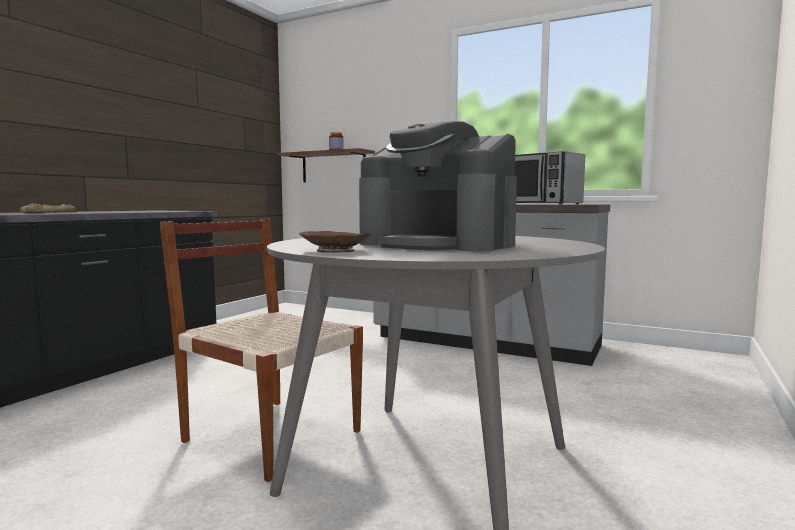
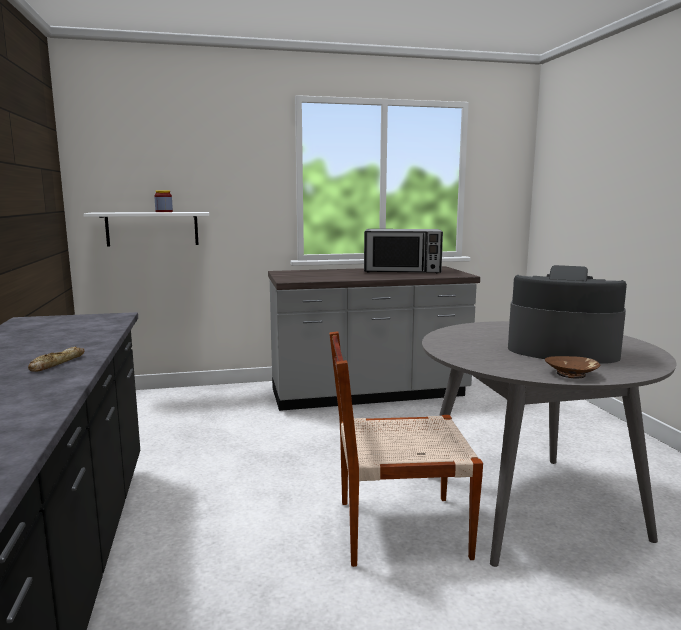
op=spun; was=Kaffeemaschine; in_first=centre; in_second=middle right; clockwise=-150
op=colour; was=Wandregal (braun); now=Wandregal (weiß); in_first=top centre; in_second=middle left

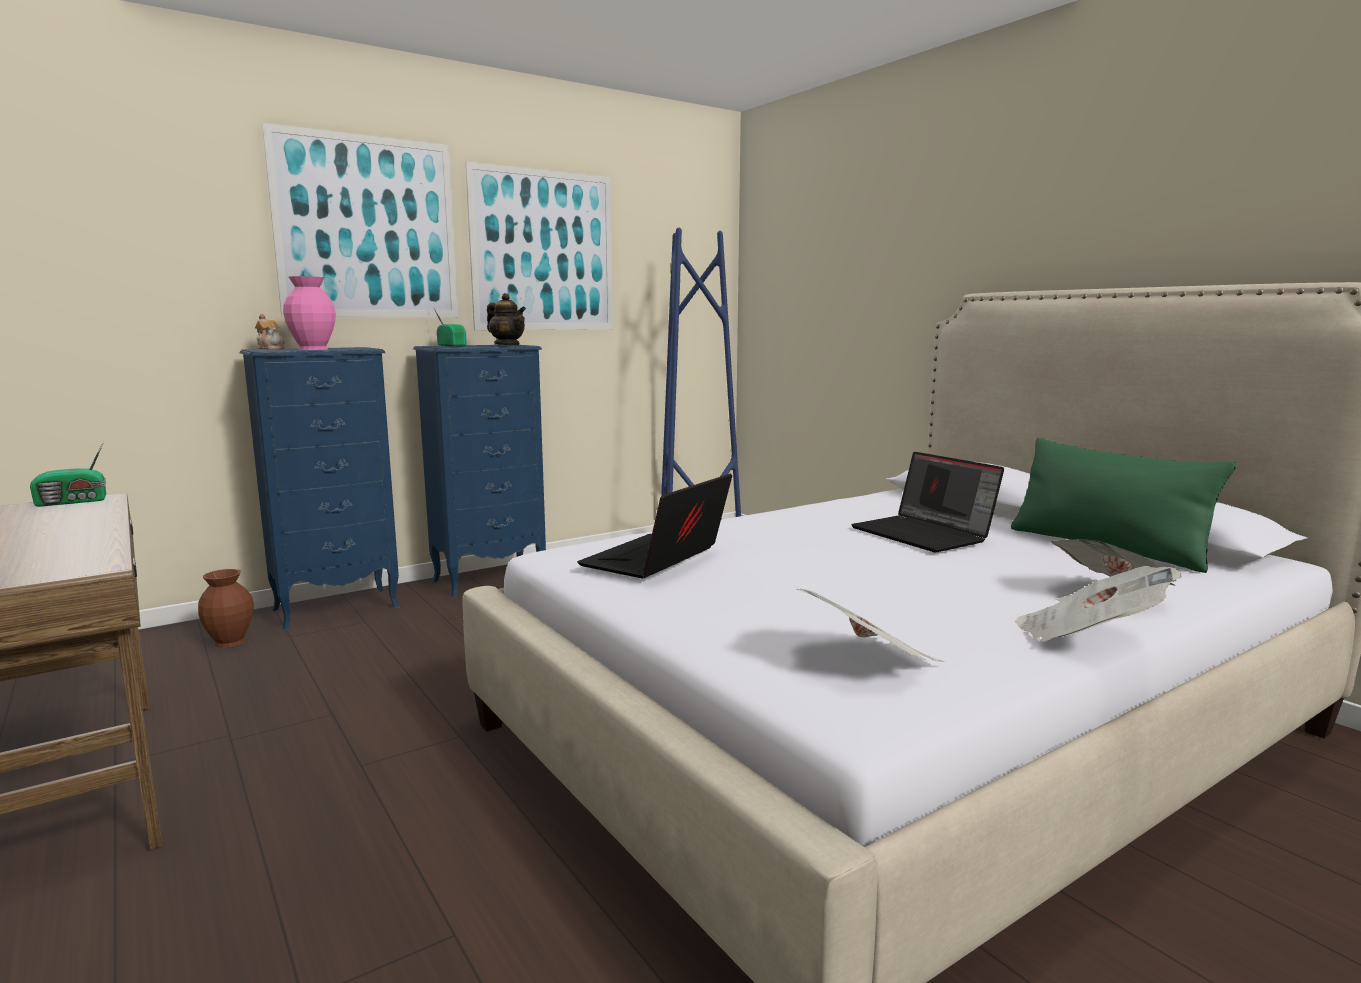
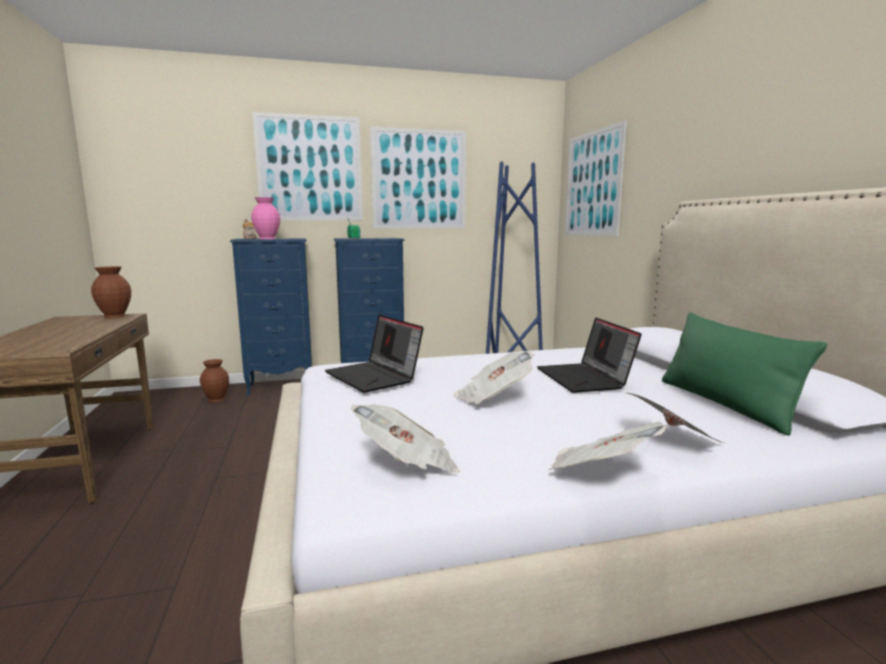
op=missing; was=Teekanne (no. 2 from left); in_first=top centre
op=exchanged; was=Radio (no. 1 from left); now=Vase (braun) (no. 1 from left); in_first=middle left; in_second=middle left
op=spun; was=Laptop (no. 1 from left); in_first=centre; in_second=centre; clockwise=-90
op=appeared; now=Bild (no. 3 from left); in_second=top right
op=appeared; now=Zeitung (no. 2 from left); in_second=centre

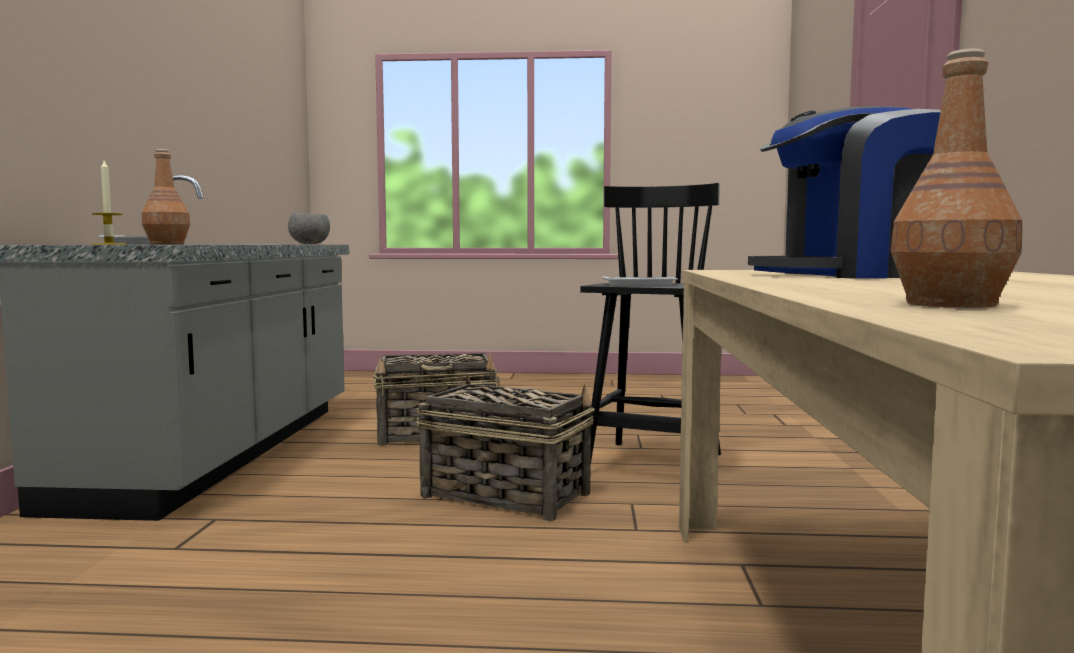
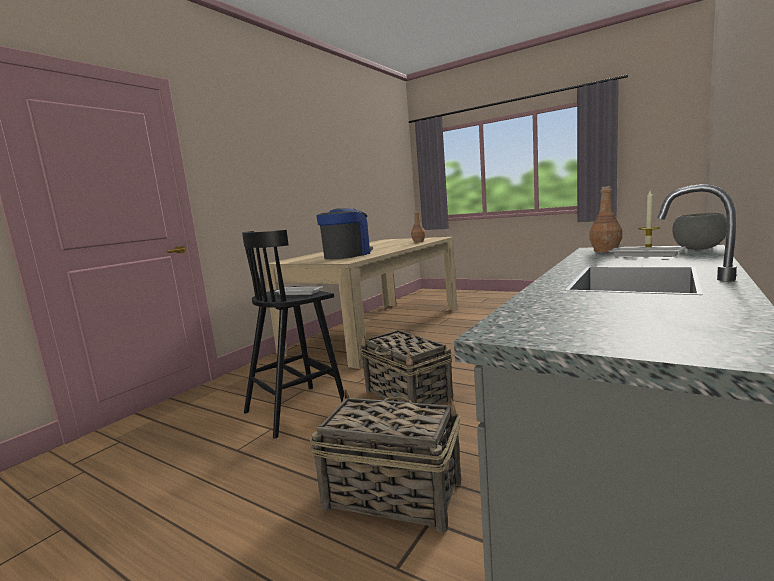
op=spun; was=Kaffeemaschine; in_first=top right; in_second=centre; clockwise=-75
op=relocated; was=Schüssel (grau); in_first=middle left; in_second=middle right

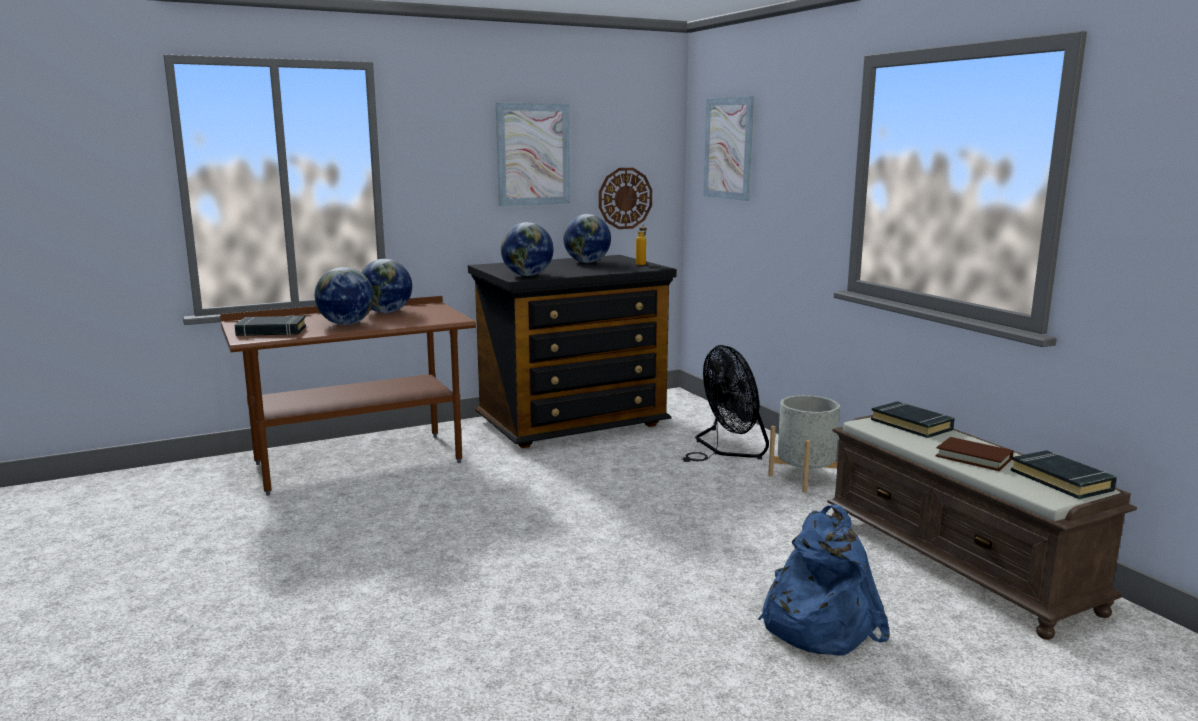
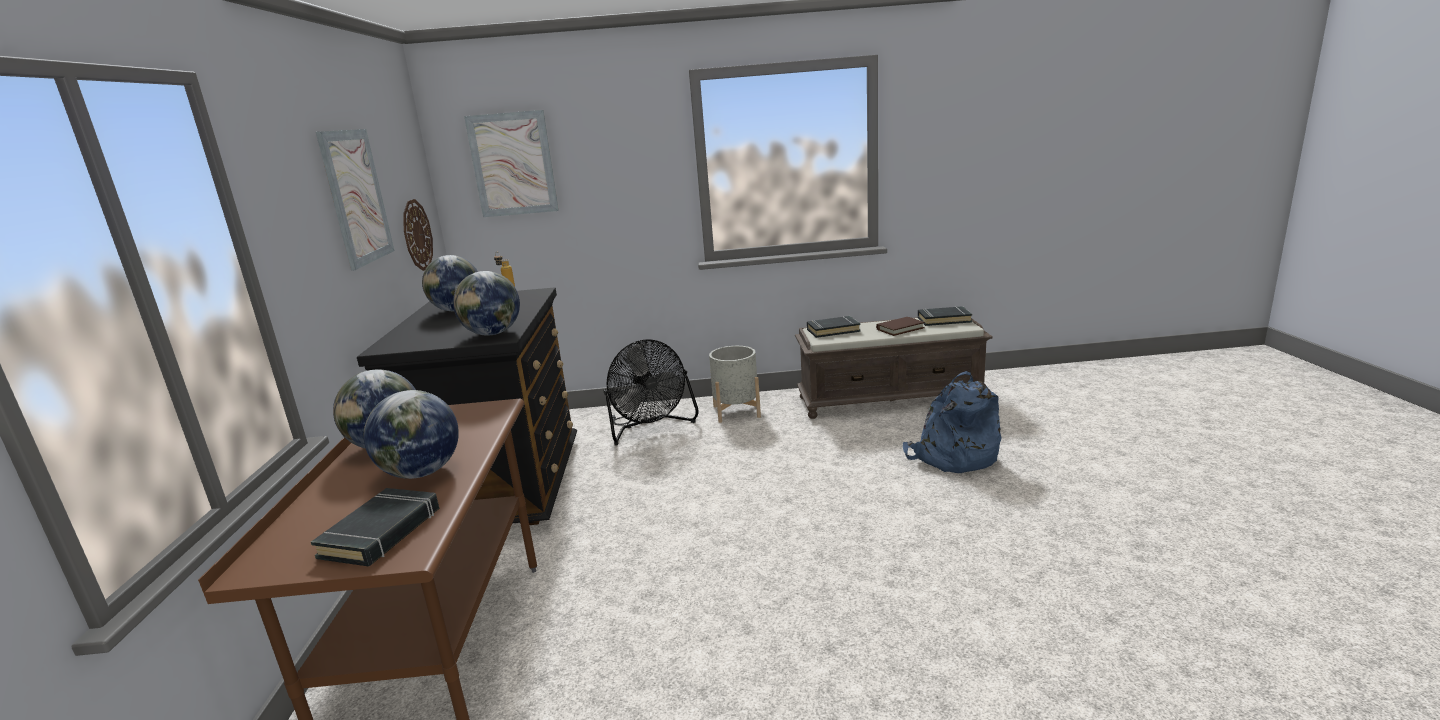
op=spun; was=Ventilator (schwarz); in_first=centre; in_second=centre; clockwise=150

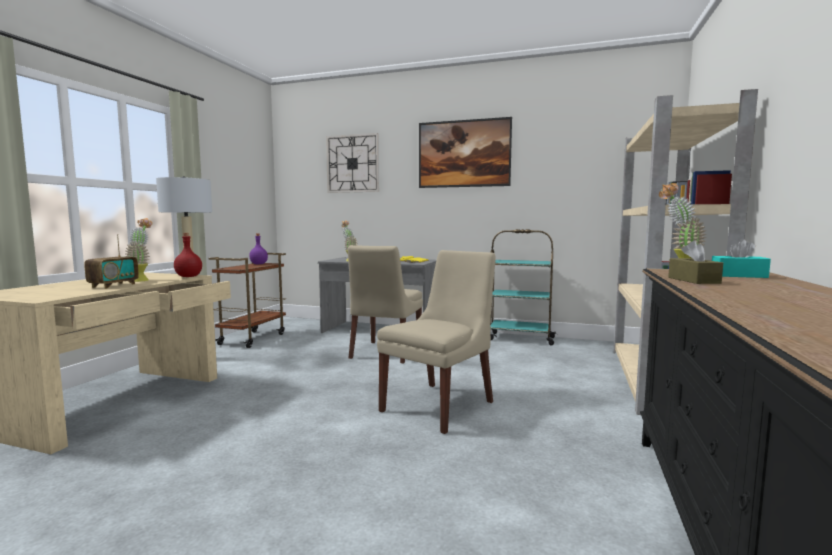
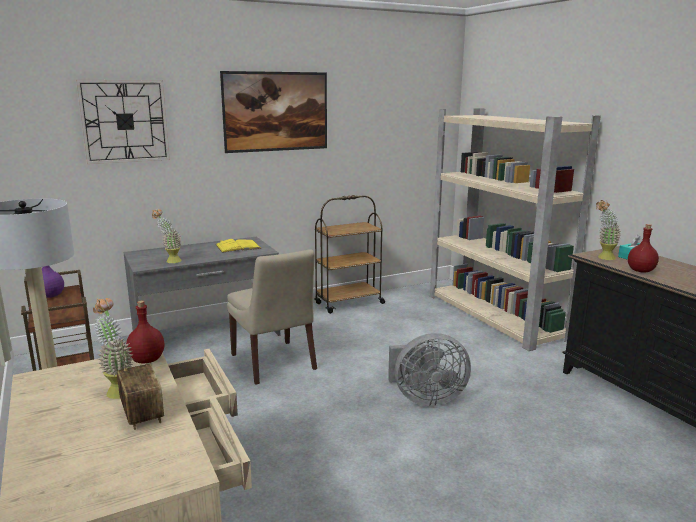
op=colour; was=Rollwagen (türkis); now=Rollwagen (braun) (no. 2 from left); in_first=centre; in_second=centre
op=exchanged; was=Taschentuchbox (braun); now=Flasche (rot) (no. 2 from left); in_first=middle right; in_second=middle right
op=exchanged; was=Stuhl (beige) (no. 2 from left); now=Ventilator (grau); in_first=centre; in_second=bottom centre

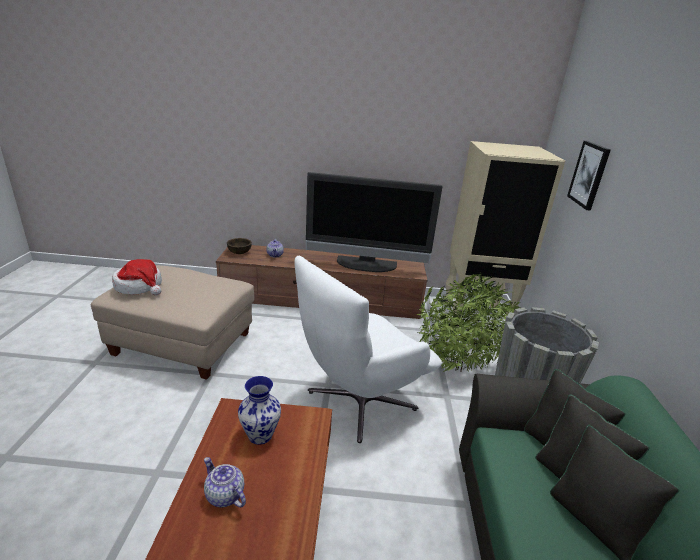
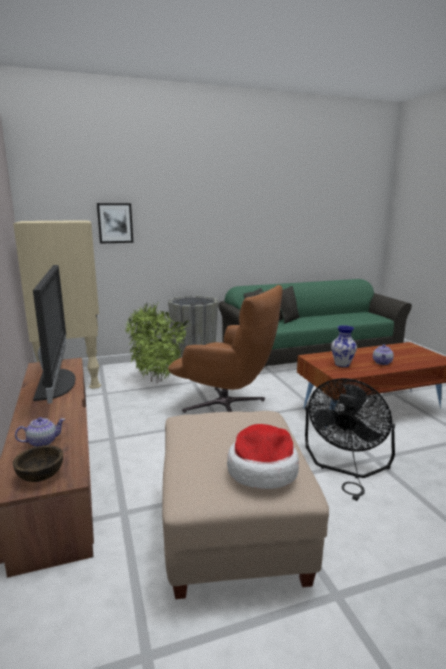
op=colour; was=Sessel (weiß); now=Sessel (braun); in_first=centre; in_second=centre
op=appeared; now=Ventilator (schwarz); in_second=middle right

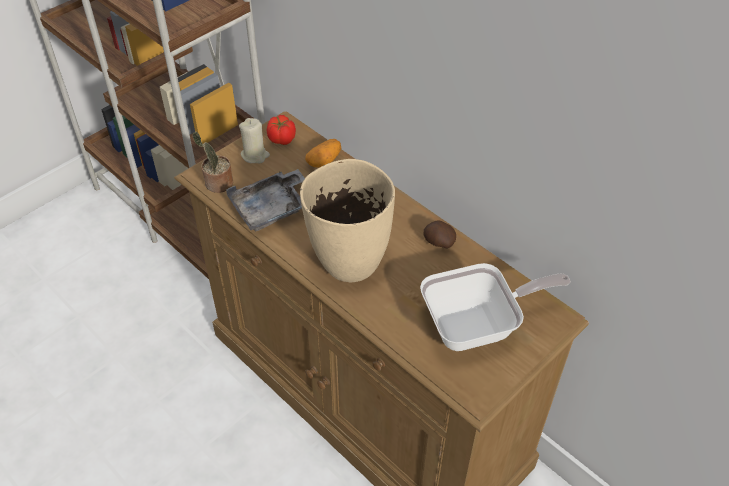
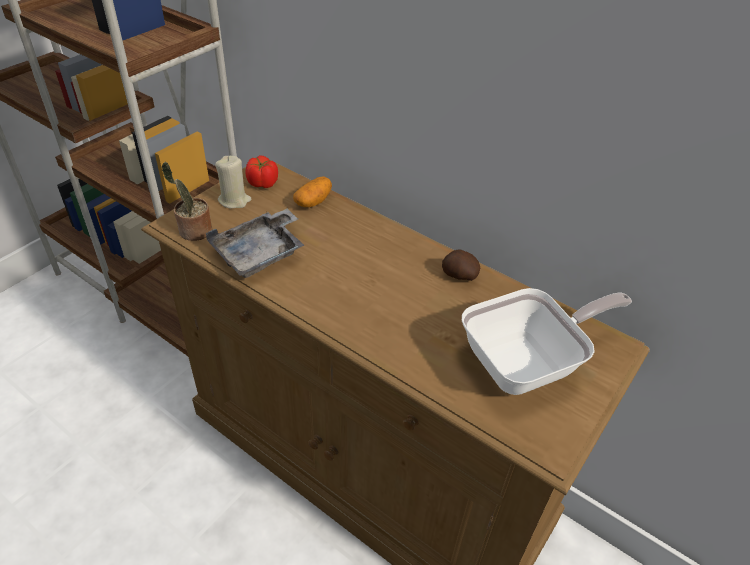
op=missing; was=Vase (beige); in_first=centre

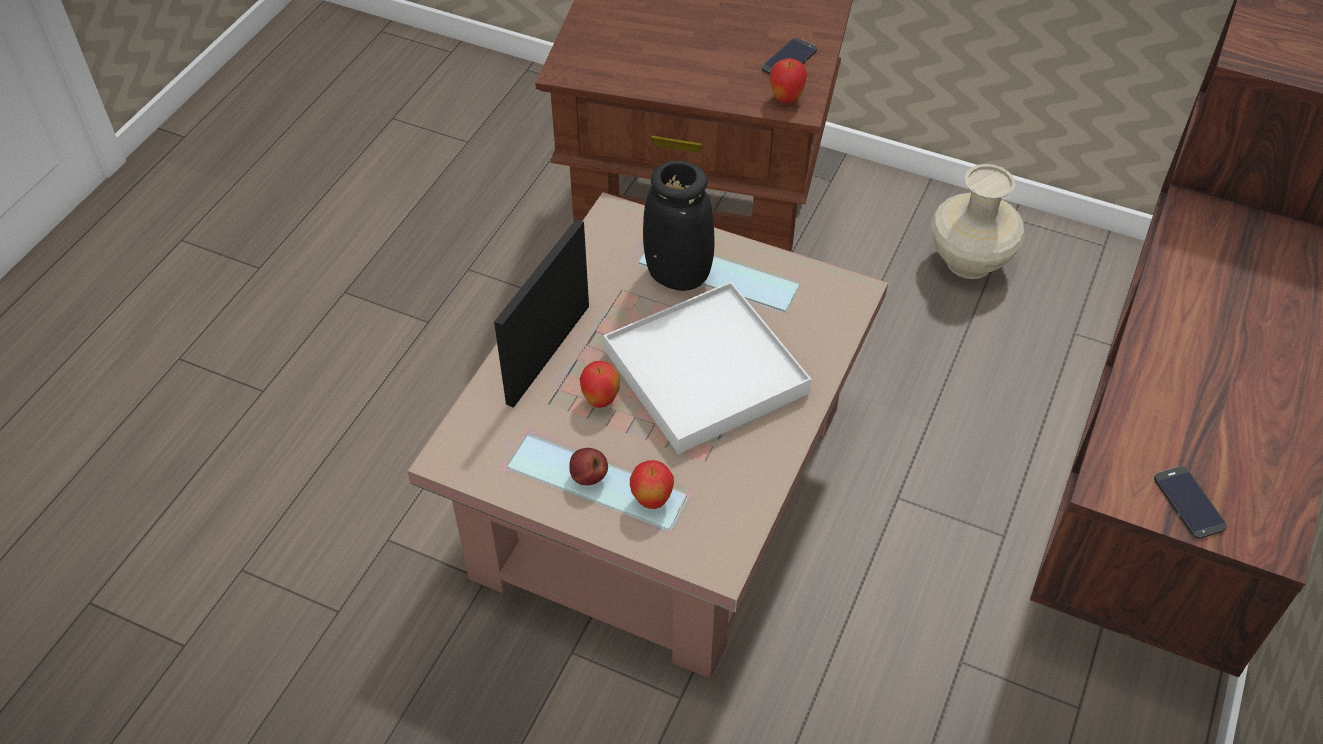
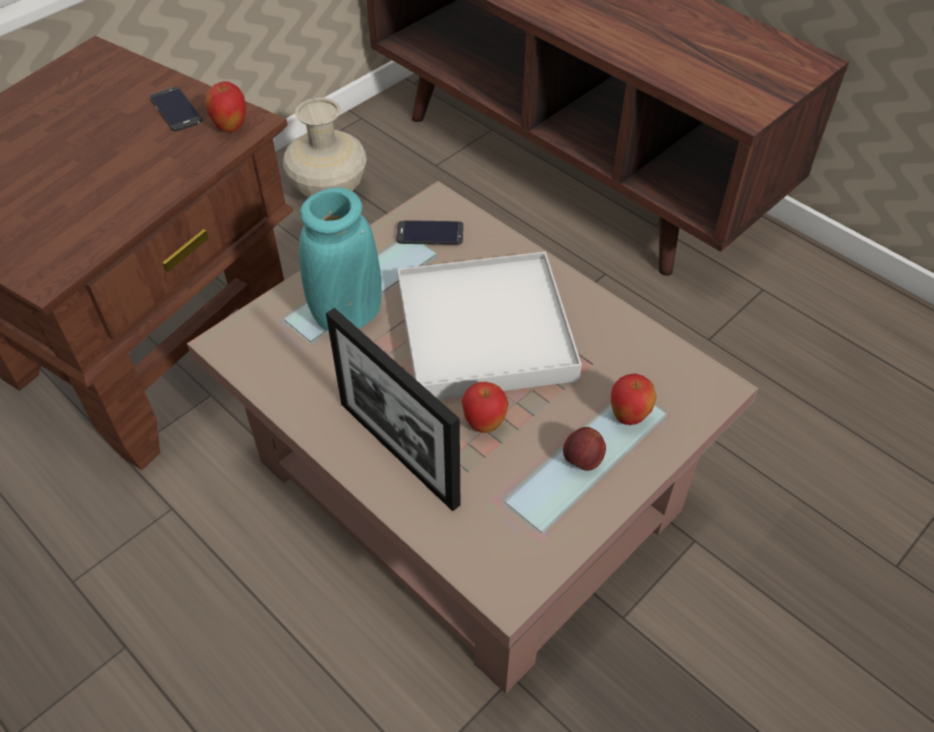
op=colour; was=Vase (schwarz); now=Vase (türkis); in_first=top centre; in_second=centre
op=relocated; was=Handy (no. 2 from left); in_first=bottom right; in_second=top centre

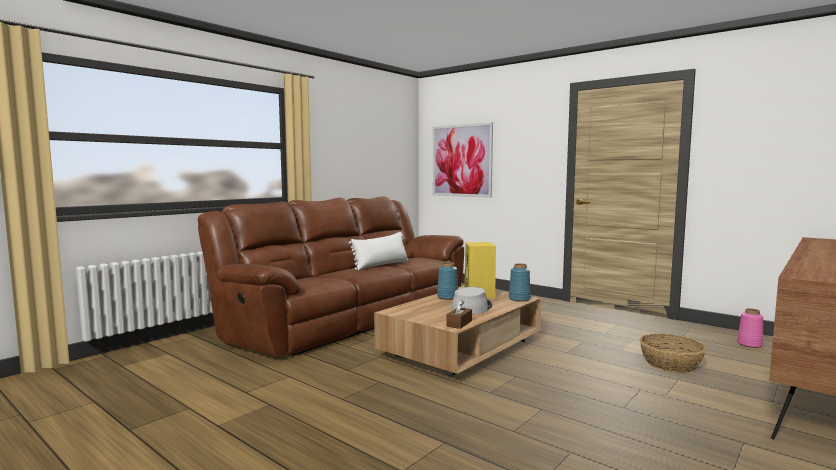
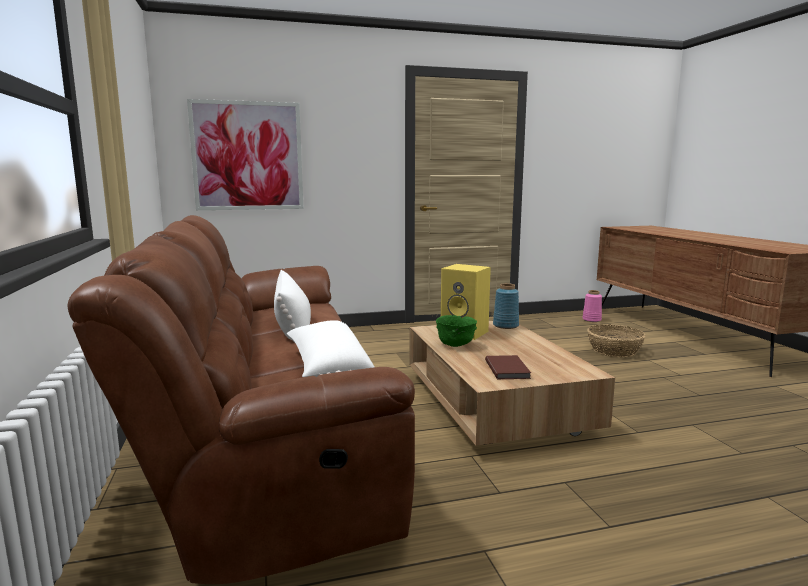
op=exchanged; was=Vase (blau) (no. 1 from left); now=Schüssel (grün); in_first=centre; in_second=centre
op=missing; was=Hut (grau); in_first=centre
op=missing; was=Taschentuchbox (braun); in_first=bottom centre
op=appeared; now=Kissen (weiß) (no. 2 from left); in_second=centre
op=appeared; now=Buch (braun); in_second=centre

